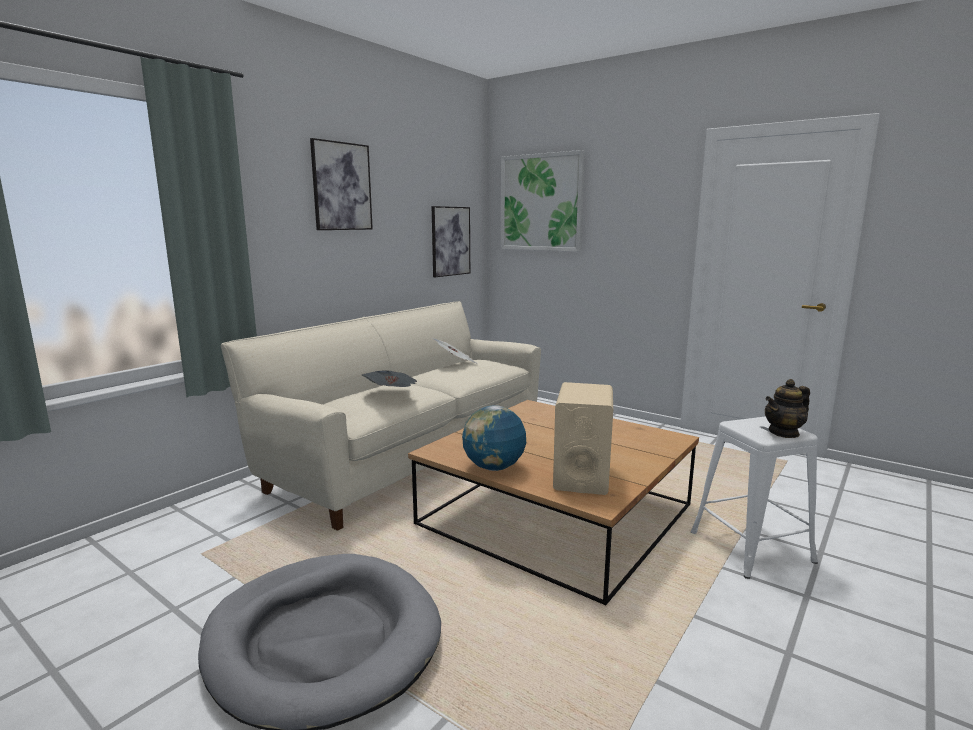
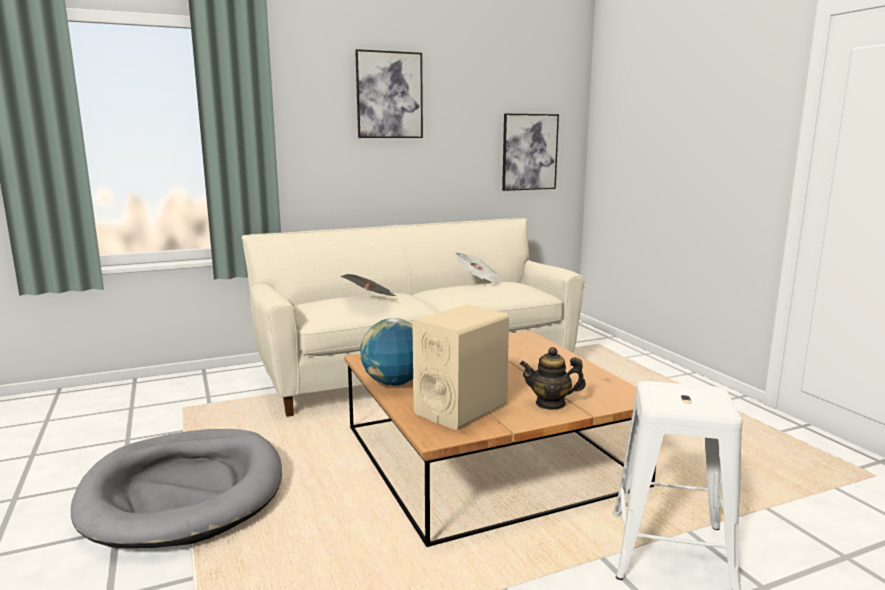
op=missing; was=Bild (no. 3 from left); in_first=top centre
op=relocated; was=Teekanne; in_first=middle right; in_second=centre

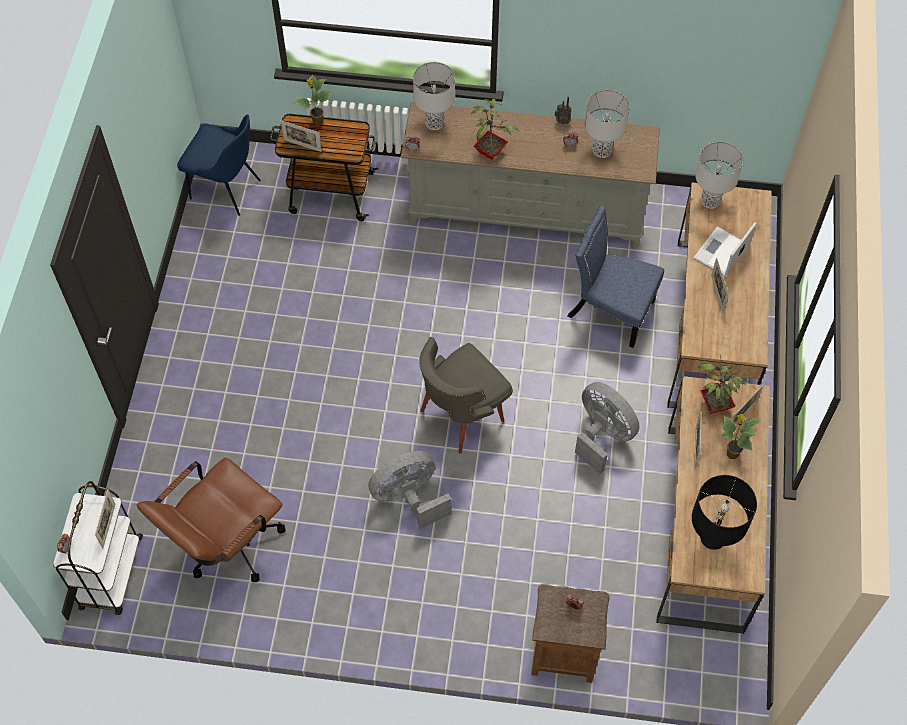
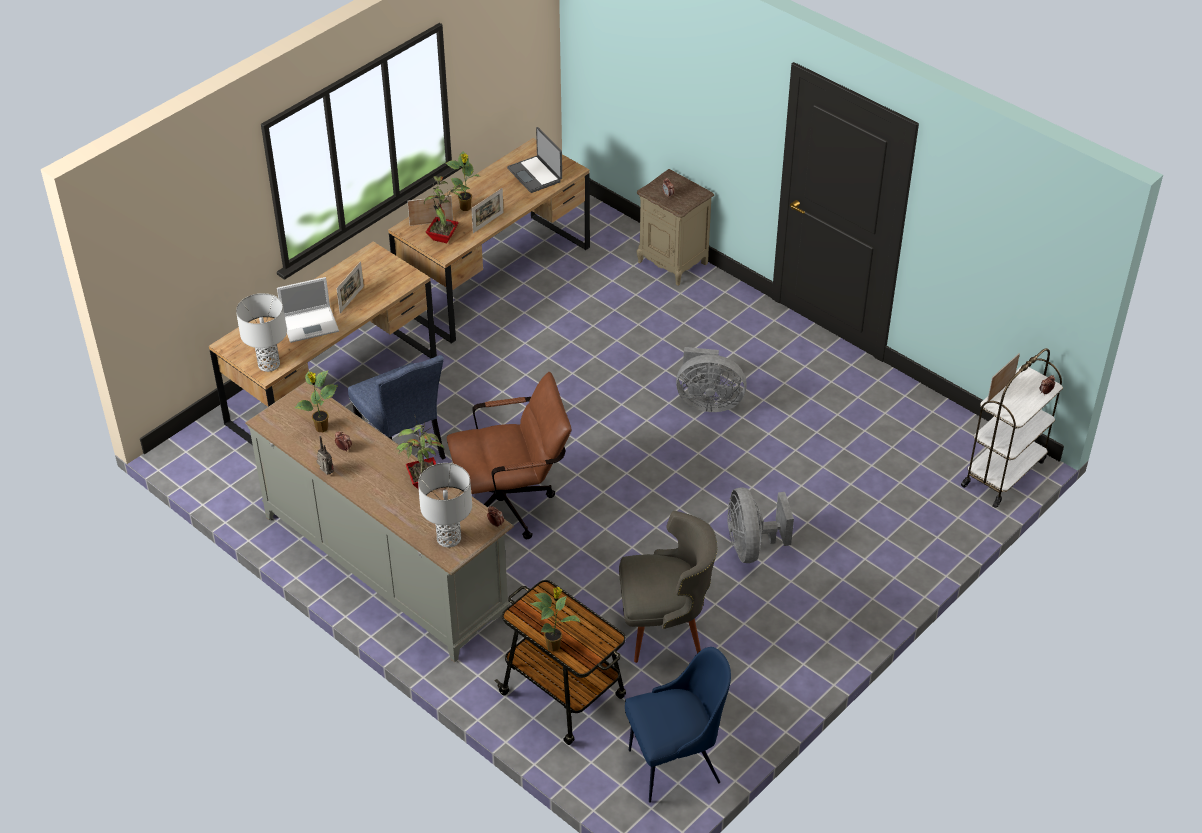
op=exchanged; was=Tischlampe (weiß) (no. 2 from left); now=Topfpflanze (no. 1 from left); in_first=top right; in_second=middle left
op=spun; was=Stuhl (blau) (no. 1 from left in the first image); in_first=top left; in_second=bottom centre; clockwise=105
op=missing; was=Bilderrahmen (no. 2 from left); in_first=top left
op=relocated; was=Stuhl (grau); in_first=centre; in_second=bottom centre
op=relocated; was=Ventilator (grau) (no. 2 from left); in_first=middle right; in_second=centre
op=relocated; was=Bürostuhl (braun); in_first=bottom left; in_second=centre
op=exchanged; was=Tischlampe (schwarz); now=Laptop (no. 2 from left); in_first=bottom right; in_second=top centre

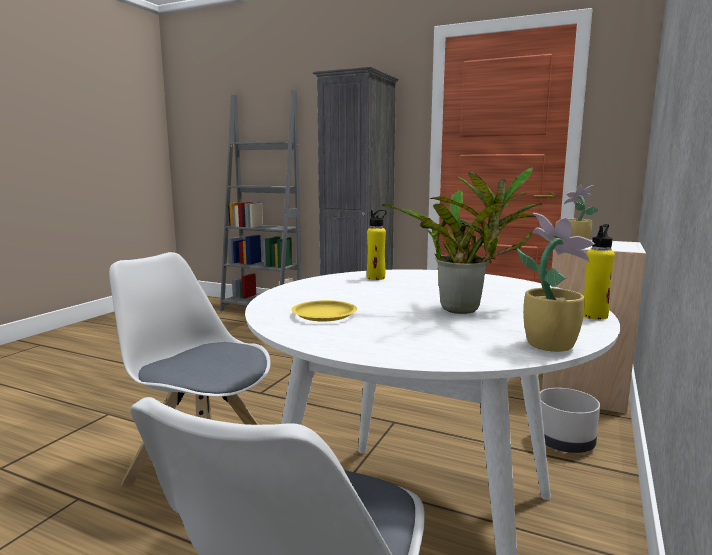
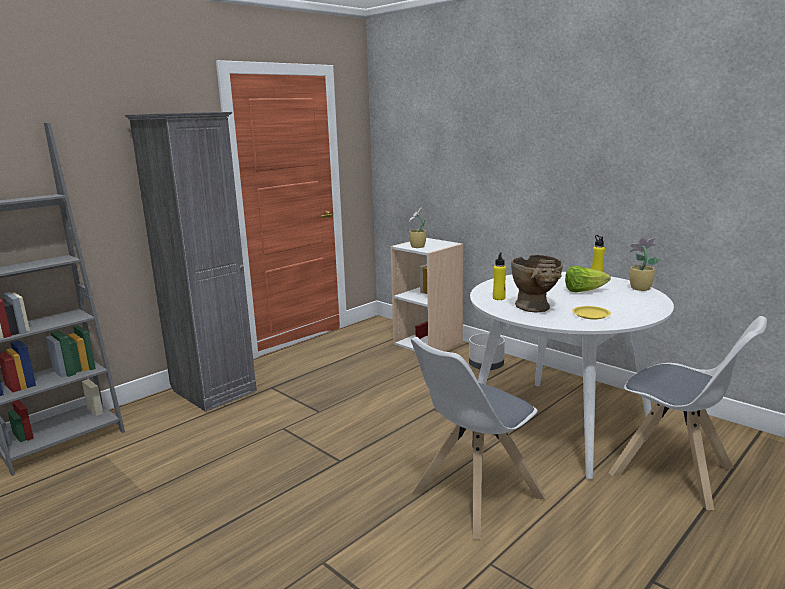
op=exchanged; was=Topfpflanze (no. 1 from left); now=Salatkopf; in_first=centre; in_second=middle right
op=appeared; now=Vase (beige); in_second=middle right

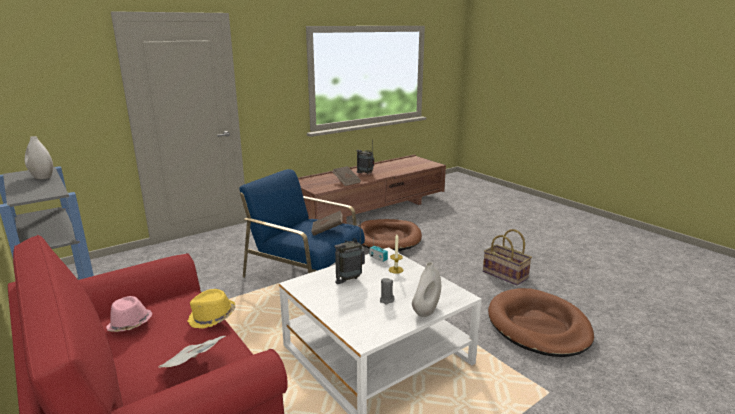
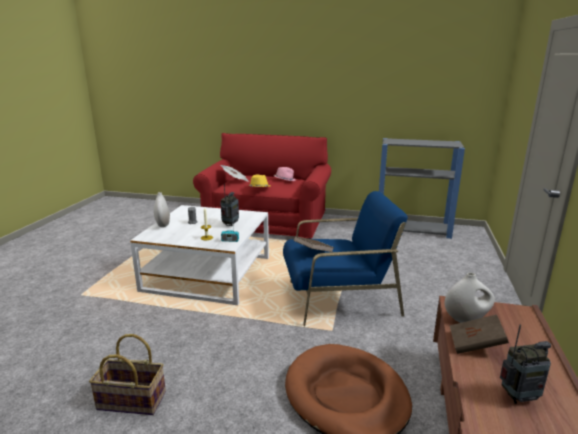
op=relocated; was=Vase (weiß) (no. 1 from left in the first image); now=Vase (weiß) (no. 2 from left); in_first=middle left; in_second=bottom right
op=missing; was=Hundebett (braun) (no. 2 from left); in_first=bottom right

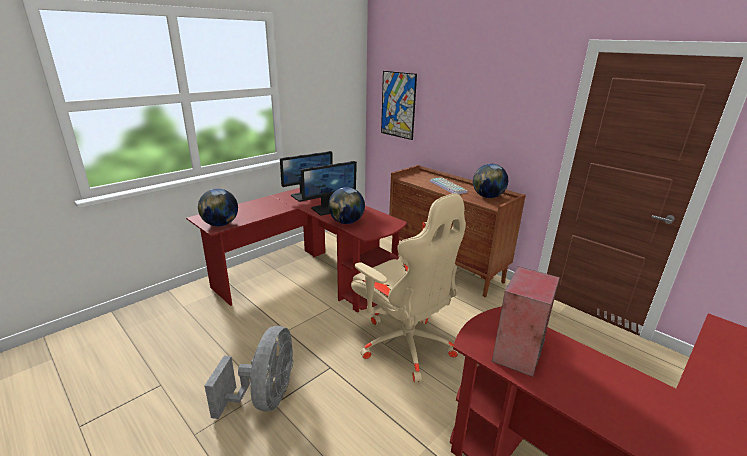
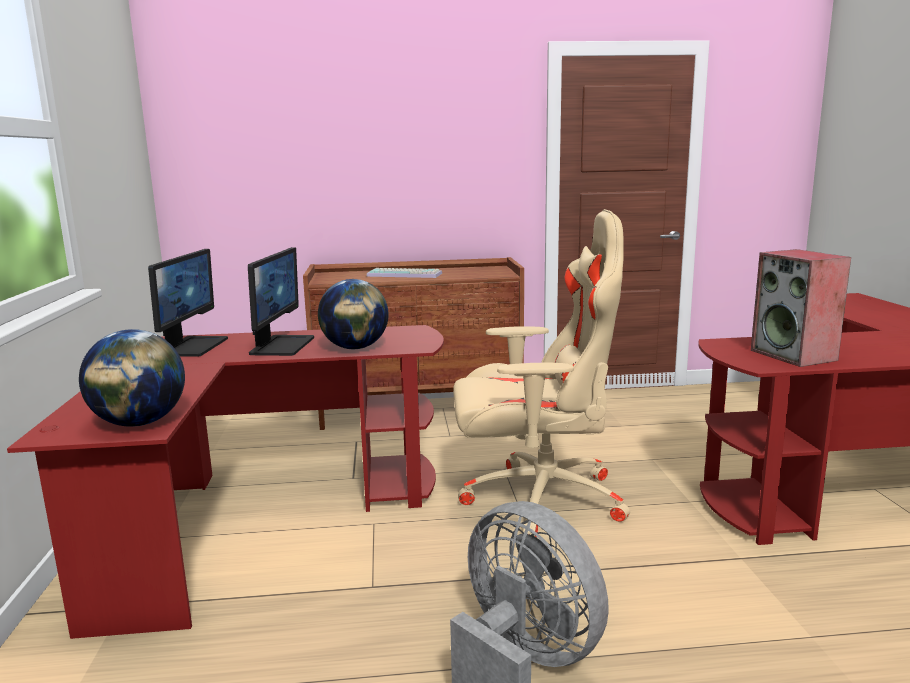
op=missing; was=Bild; in_first=top centre
op=missing; was=Globus (no. 3 from left); in_first=centre

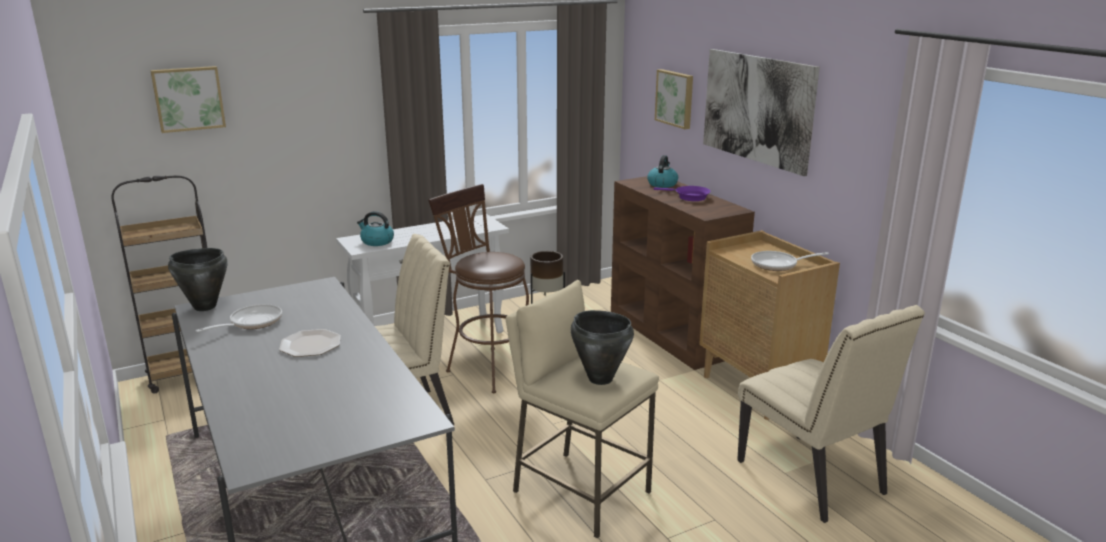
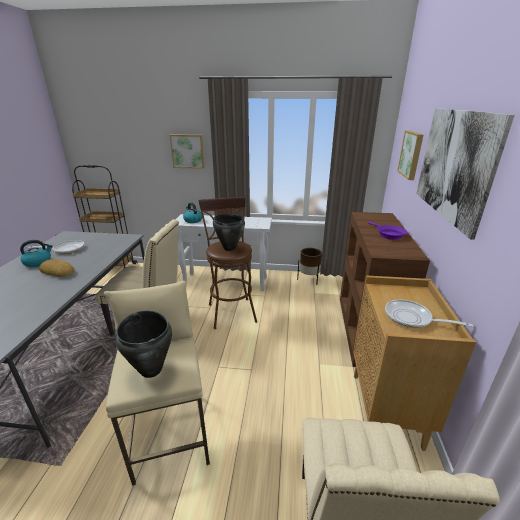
op=relocated; was=Bild (no. 1 from left); in_first=top left; in_second=top centre
op=relocated; was=Wasserkessel (no. 2 from left in the first image); now=Wasserkessel (no. 1 from left); in_first=top centre; in_second=middle left
op=relocated; was=Kochtopf (schwarz) (no. 1 from left in the first image); now=Kochtopf (schwarz) (no. 2 from left); in_first=middle left; in_second=centre
op=exchanged; was=Teller; now=Brot; in_first=middle left; in_second=middle left

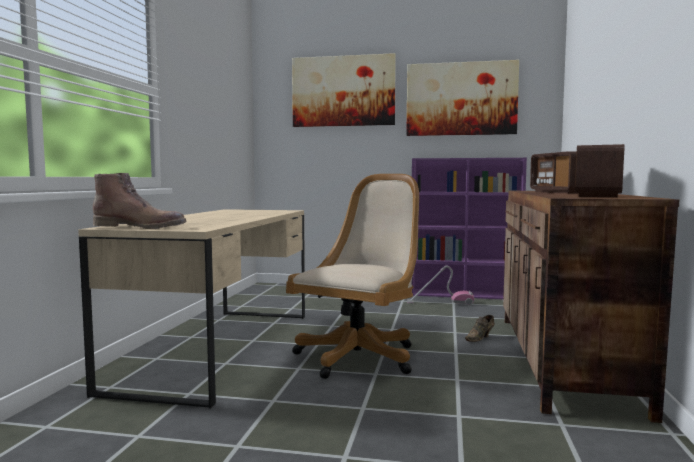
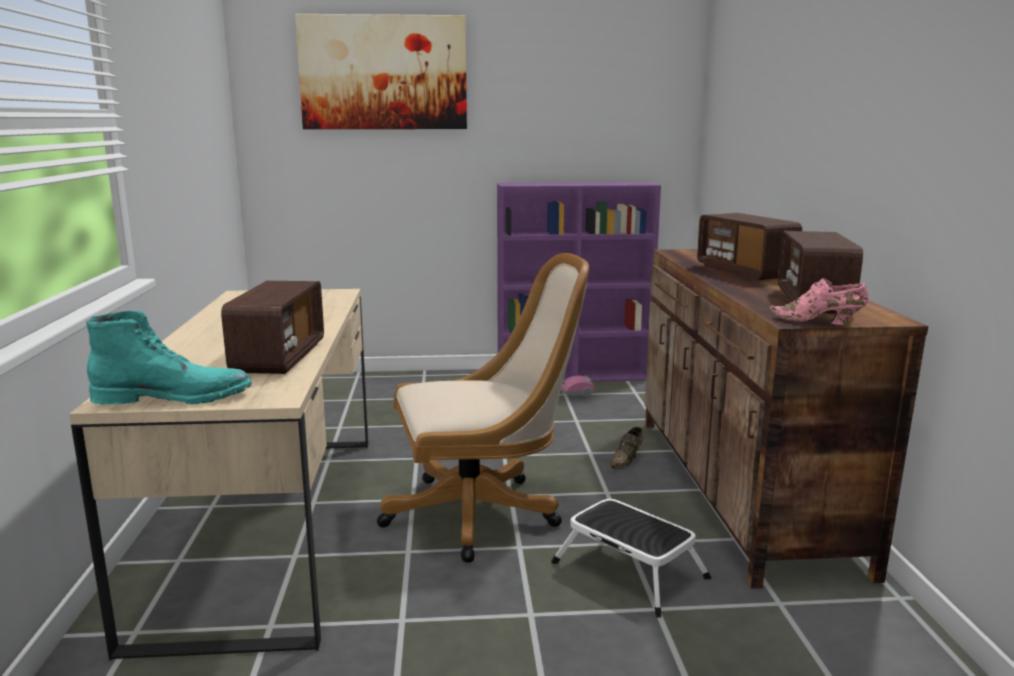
op=missing; was=Bild (no. 2 from left); in_first=top centre
op=colour; was=Stiefel (braun); now=Stiefel (türkis); in_first=middle left; in_second=middle left
op=spun; was=Bürostuhl; in_first=centre; in_second=centre; clockwise=60
op=appeared; now=Schuh (rosa); in_second=middle right
op=appeared; now=Radio (no. 1 from left); in_second=middle left
op=appeared; now=Trittleiter (schwarz); in_second=bottom centre

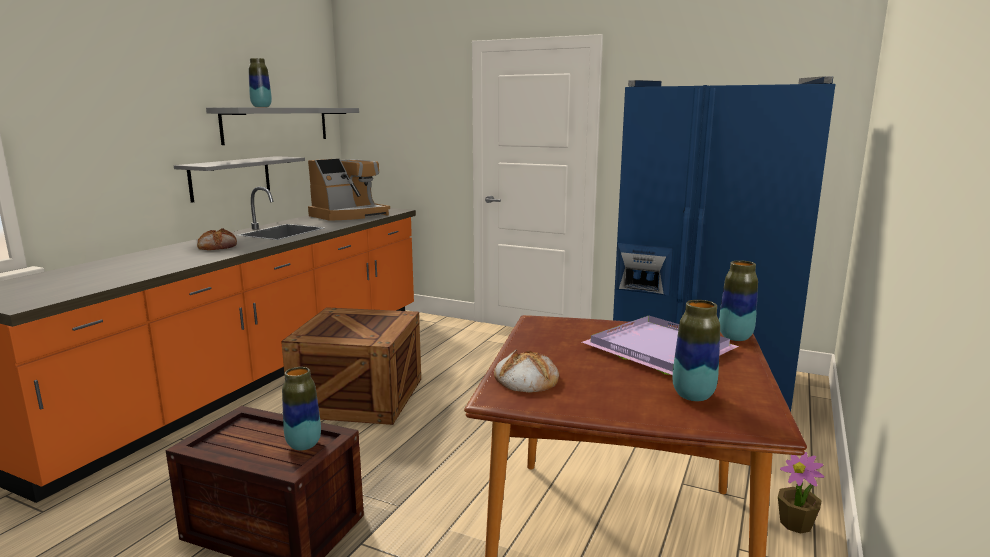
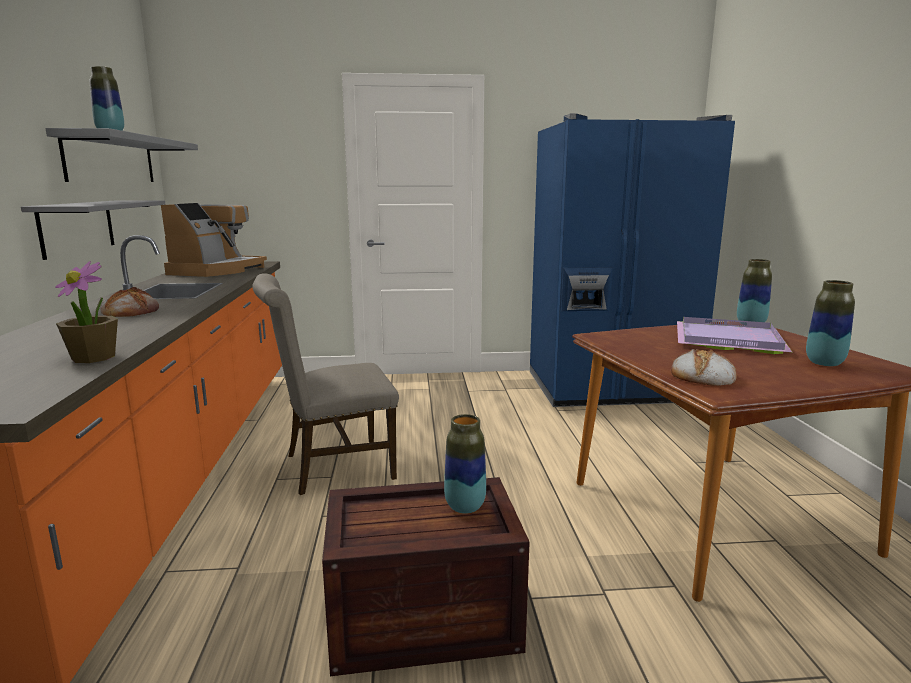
op=exchanged; was=Kiste (no. 2 from left); now=Stuhl (beige); in_first=centre; in_second=centre
op=relocated; was=Topfpflanze; in_first=bottom right; in_second=middle left

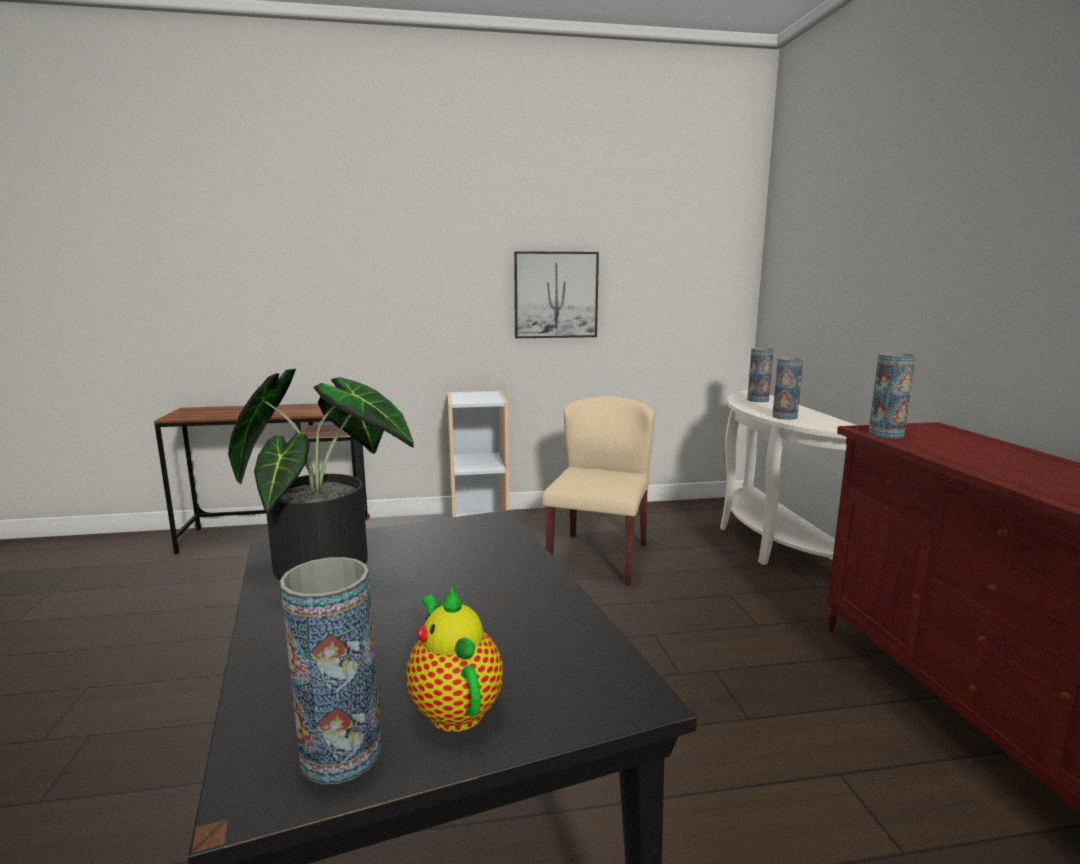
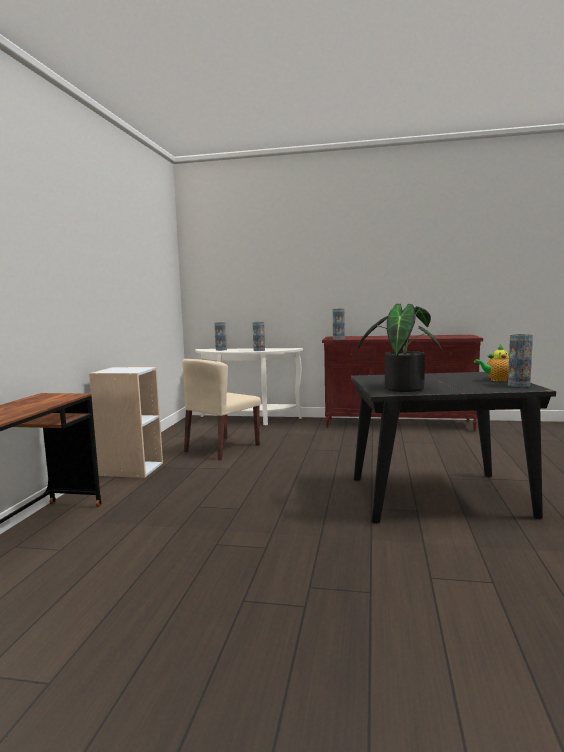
op=missing; was=Bild; in_first=centre
op=spun; was=Stuhl (beige); in_first=centre; in_second=centre; clockwise=-90

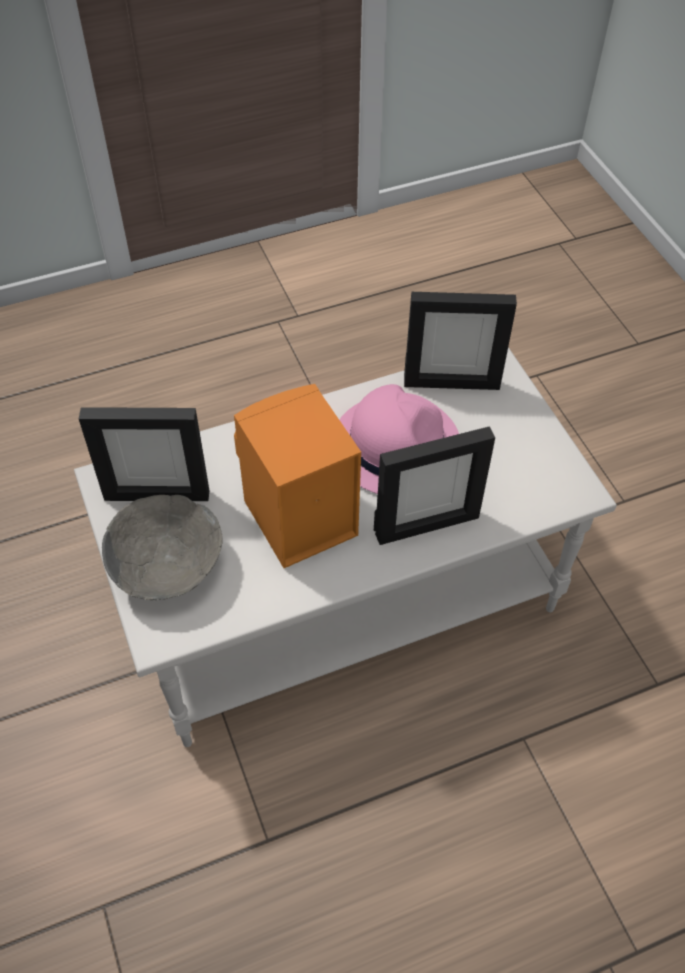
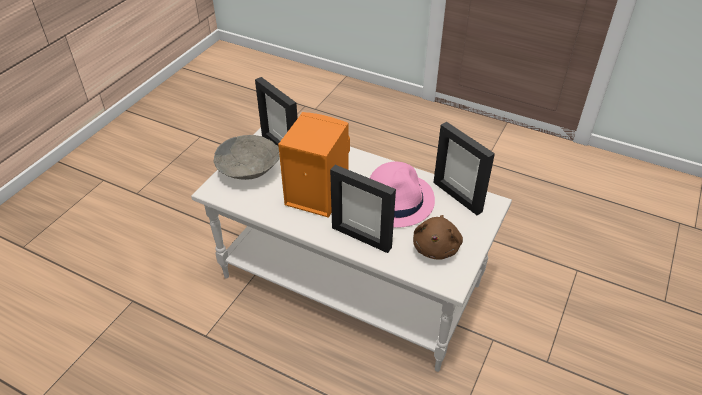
op=appeared; now=Plüschtier (braun); in_second=centre

